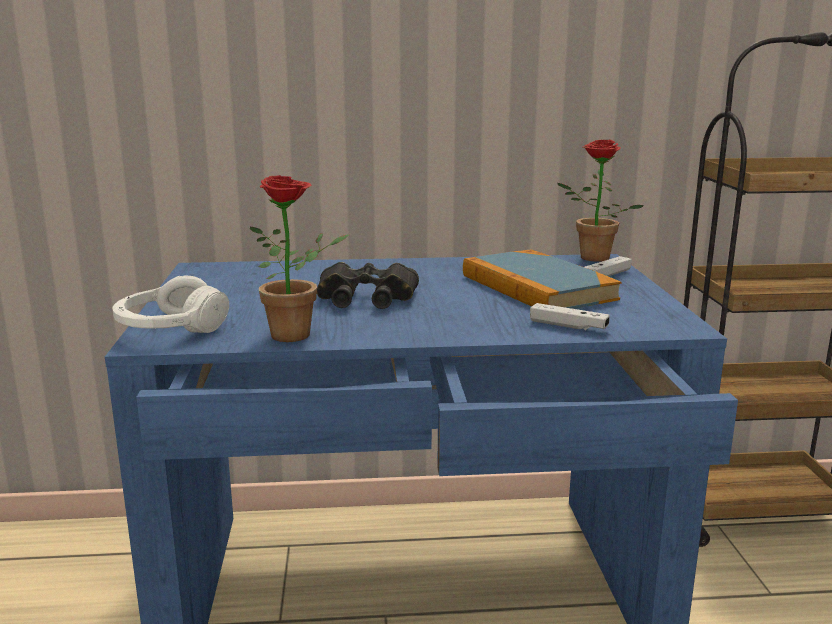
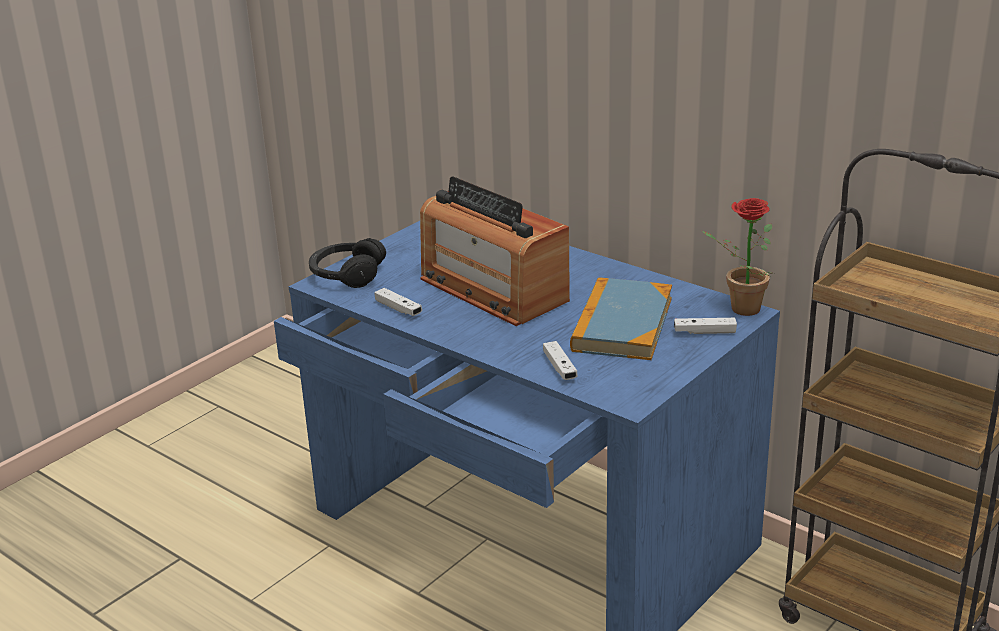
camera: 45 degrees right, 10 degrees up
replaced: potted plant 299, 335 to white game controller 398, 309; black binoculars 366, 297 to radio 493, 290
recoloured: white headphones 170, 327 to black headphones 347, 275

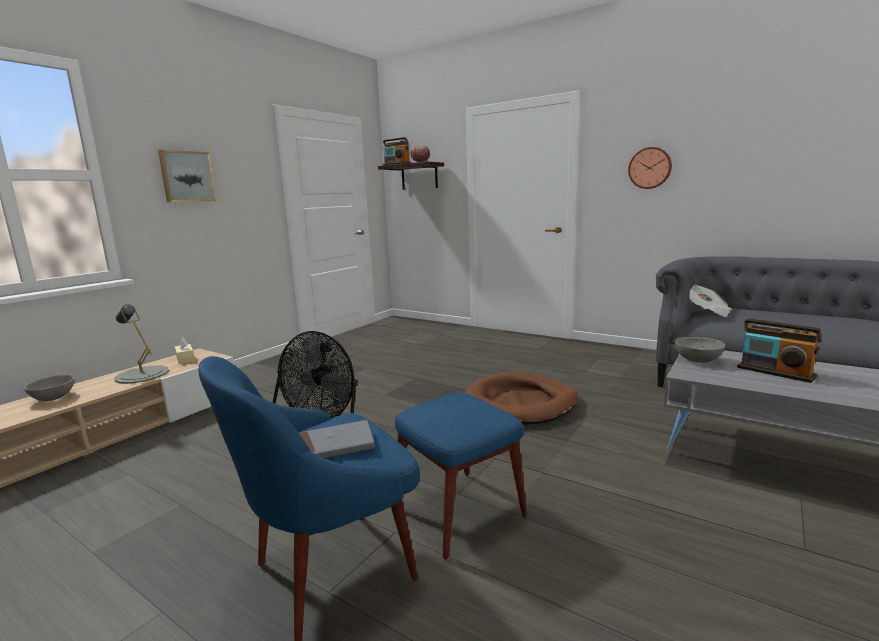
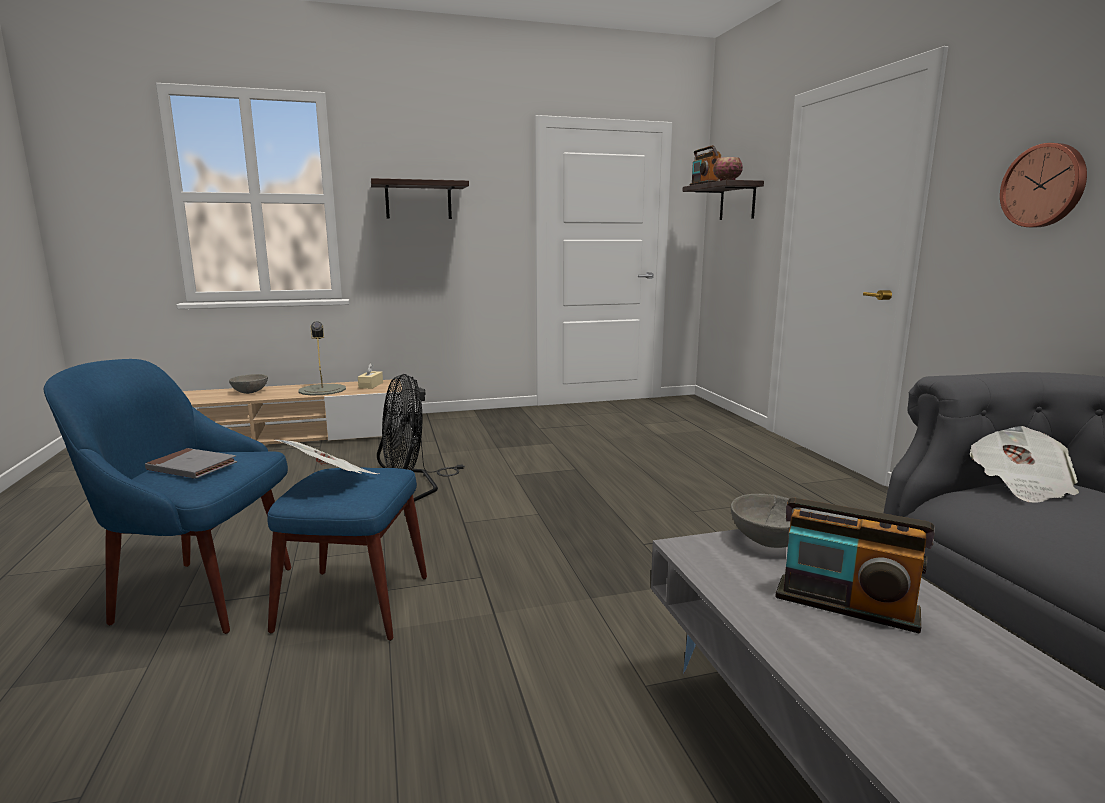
camera: 40 degrees right, 0 degrees up
removed: brown dog bed 521, 403
added: newspaper 330, 481
replaced: picture 186, 176 to shelf 418, 200
turned: radio 775, 372 = 846, 605 60 degrees counterclockwise

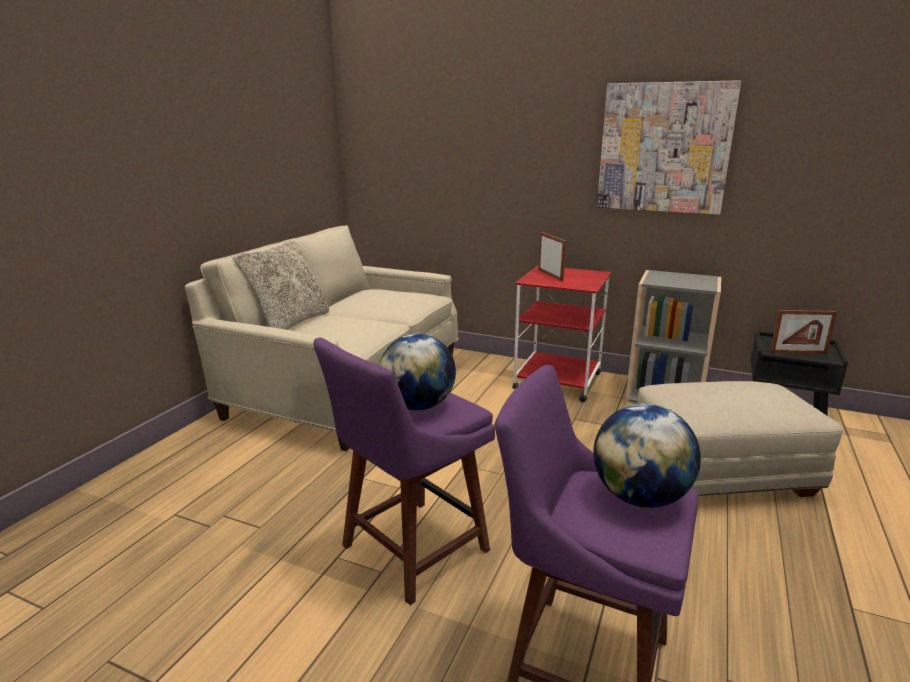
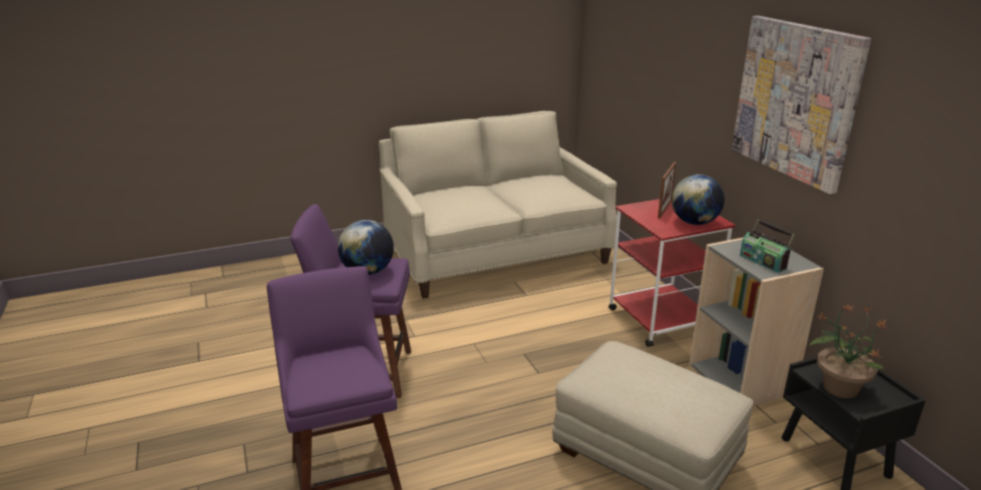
camera: 45 degrees right, 5 degrees up
removed: beige pillow 289, 321
added: radio 763, 261
moved: globe 640, 497 to 694, 222
replaced: picture frame 798, 353 to potted plant 839, 387

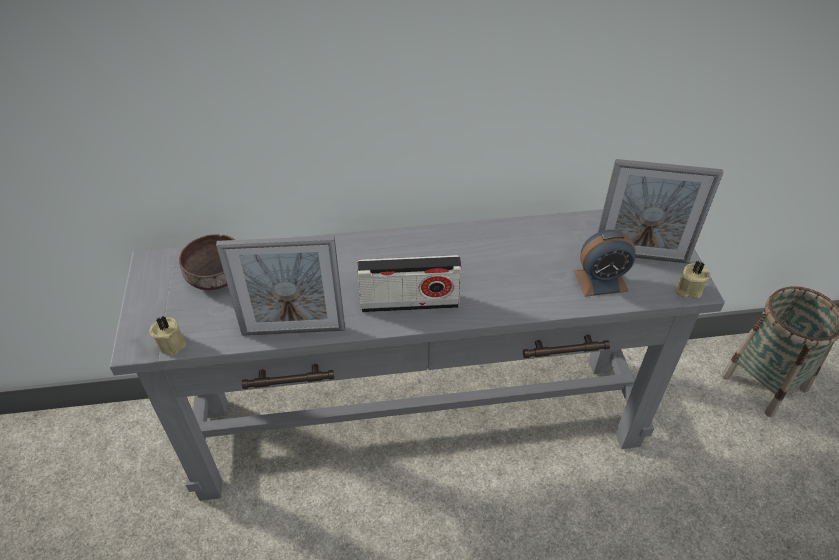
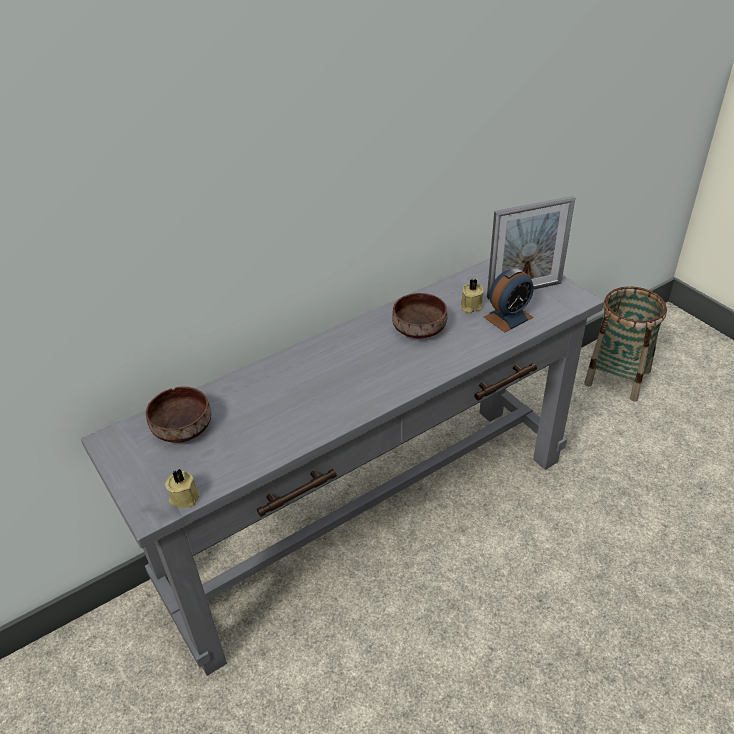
camera: 25 degrees left, 5 degrees down
removed: picture frame 293, 331; radio 409, 303
added: brown bowl 419, 327
moved: beige candle 688, 289 to 470, 306

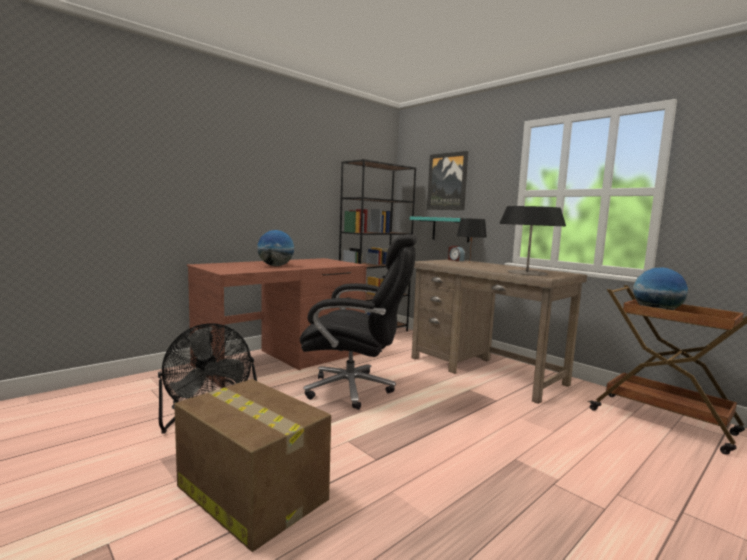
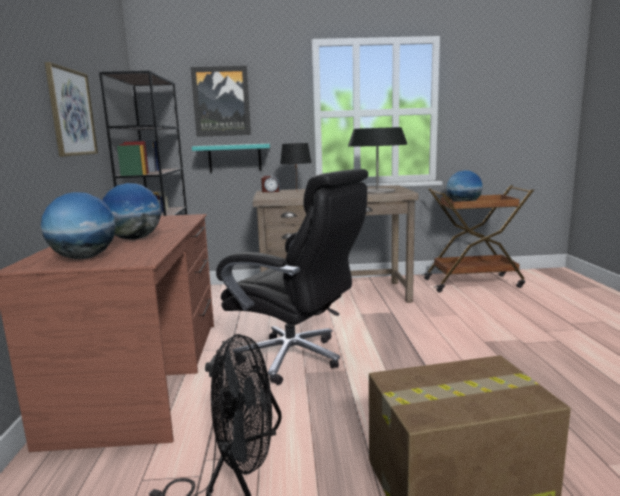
camera: 50 degrees left, 5 degrees up
added: globe 84, 258; picture 71, 112
turned: black office chair 355, 390 = 297, 359 75 degrees clockwise

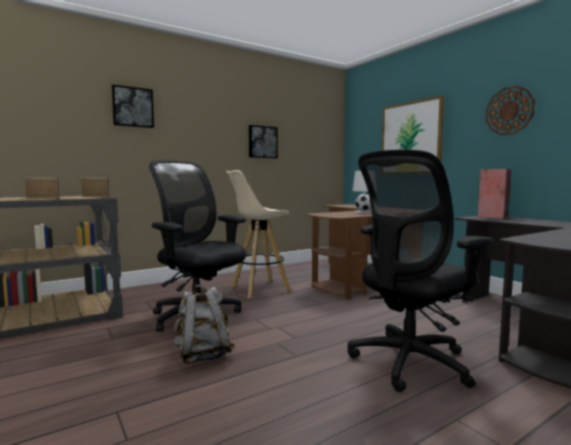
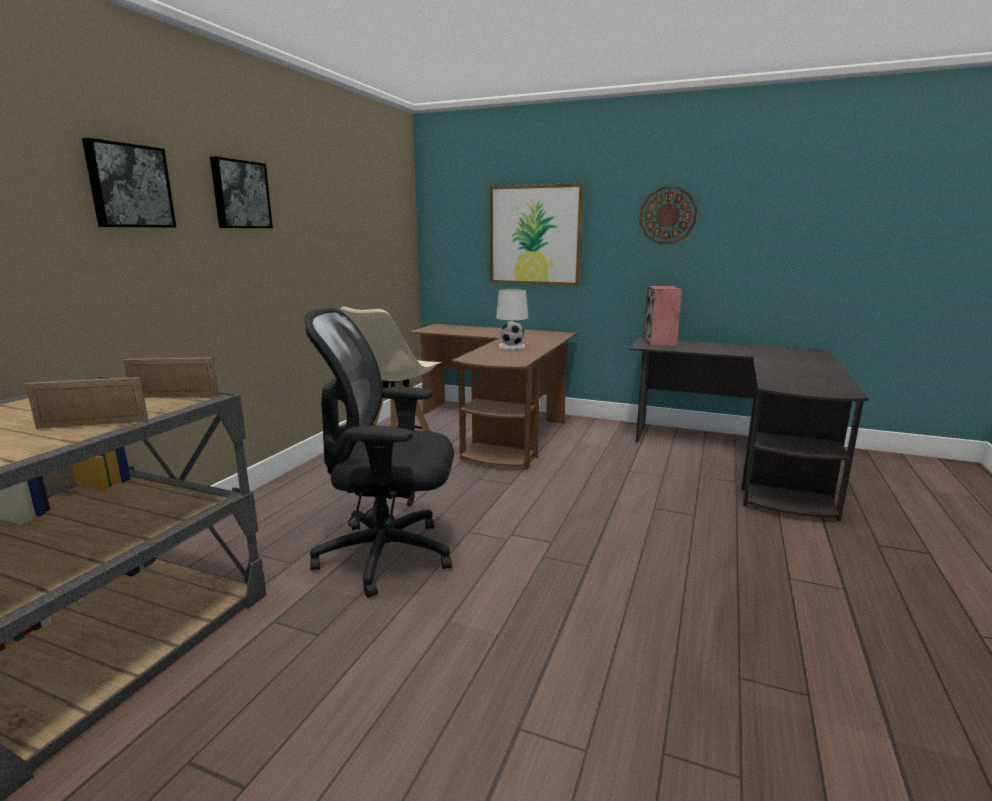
camera: 35 degrees left, 10 degrees up
removed: grey backpack 203, 356; black office chair 412, 359
moved: picture 262, 142 to 240, 194

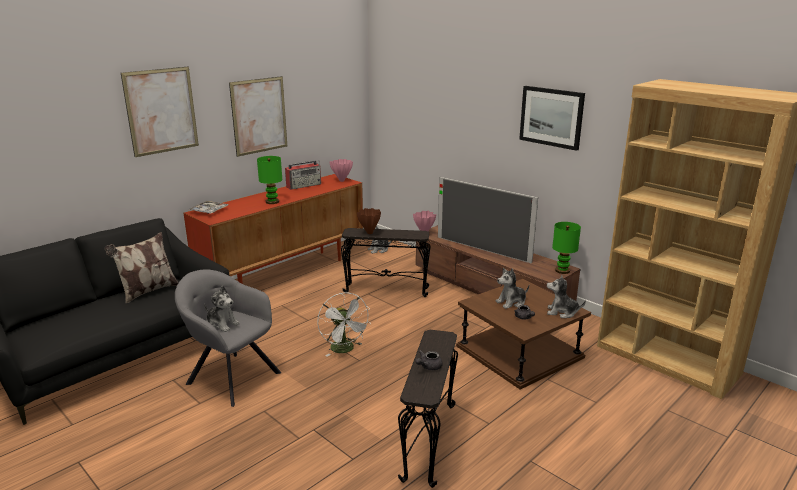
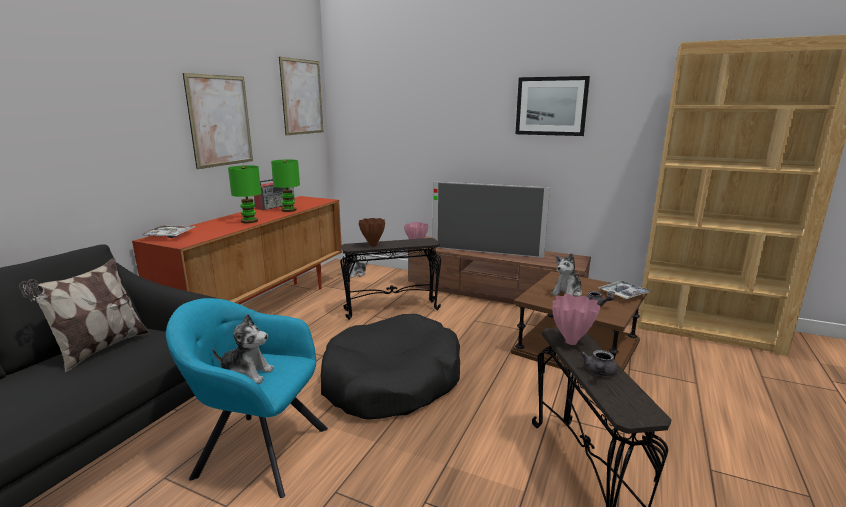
camera: 20 degrees left, 5 degrees down
moved: picture 161, 111 to 302, 97; pink vase 342, 181 to 572, 342; green table lamp 562, 271 to 288, 210
replaced: white fan 345, 350 to black dog bed 392, 381; plush toy 562, 312 to tray 623, 294
recoloured: grey armchair 231, 377 to turquoise armchair 257, 451

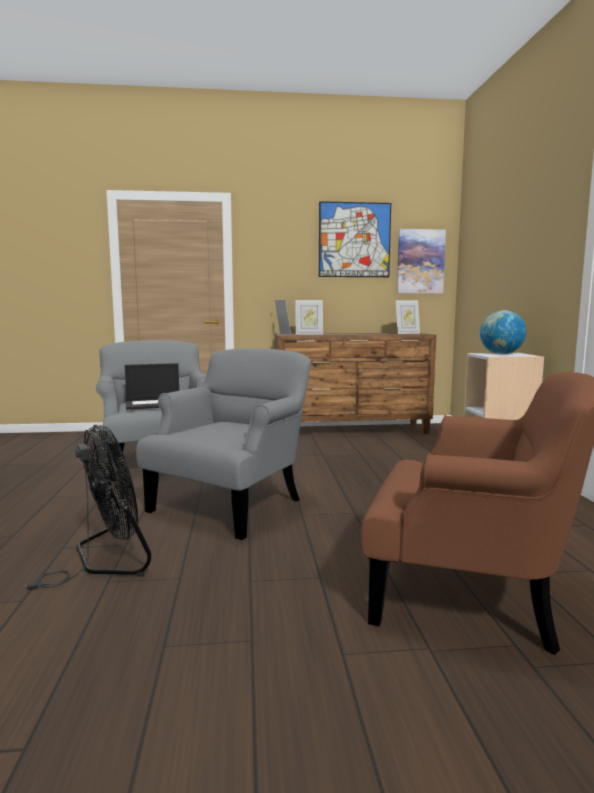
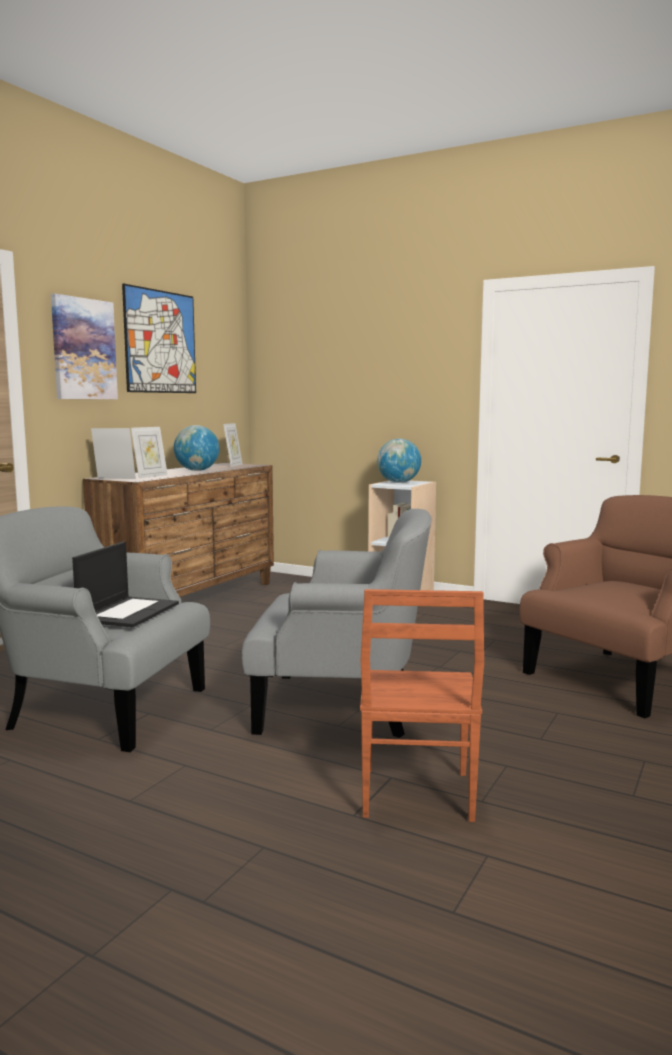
camera: 55 degrees left, 0 degrees up
added: globe 197, 470
moved: picture 420, 261 to 83, 349
replaced: black fan 102, 558 to brown chair 414, 795
turned: grey armchair 231, 504 = 342, 705 120 degrees clockwise

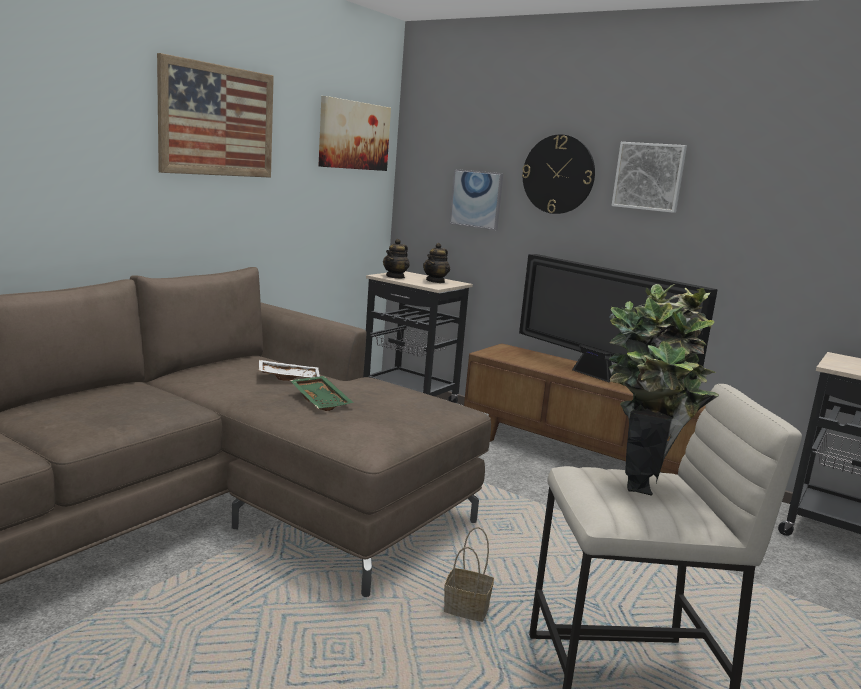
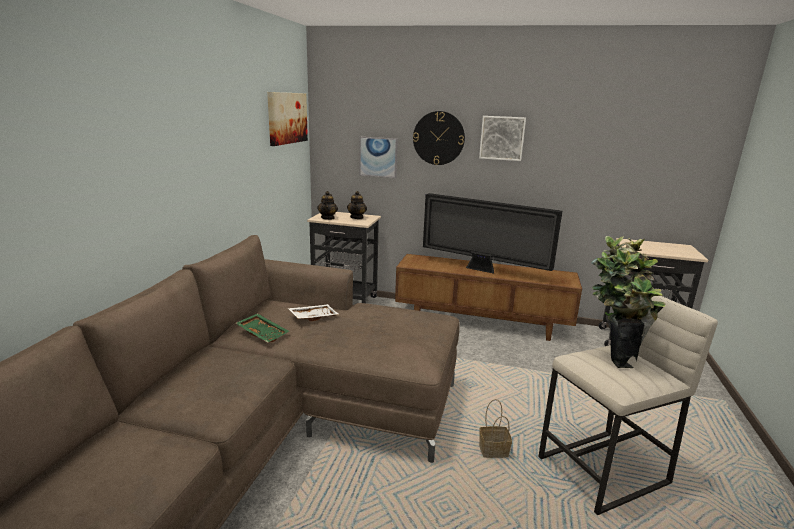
camera: 20 degrees left, 5 degrees up
removed: picture 217, 121
moved: green tray 322, 400 to 263, 333

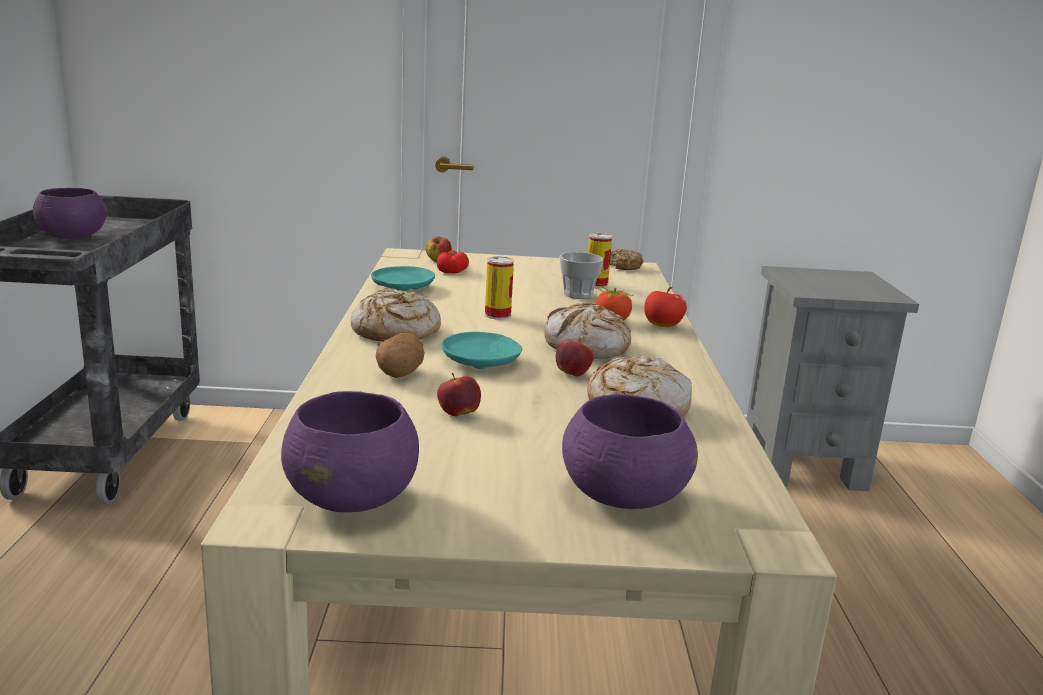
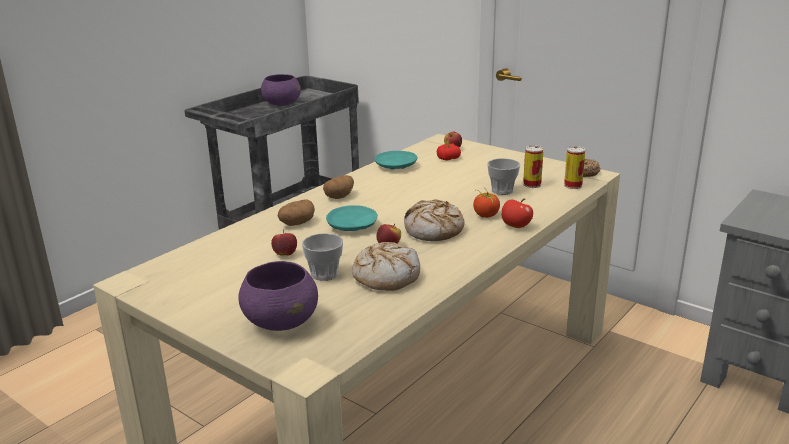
camera: 40 degrees right, 5 degrees up
removed: purple bowl 353, 499
added: cup 324, 274
moved: can 497, 315 to 573, 185
replaced: bread 395, 332 to potato 339, 196

